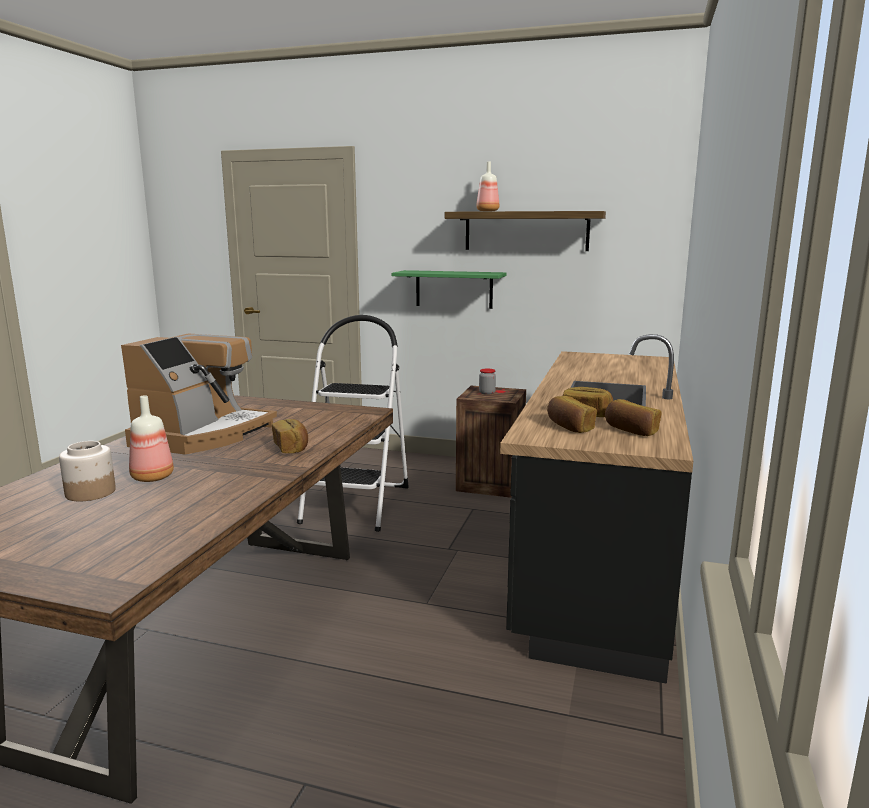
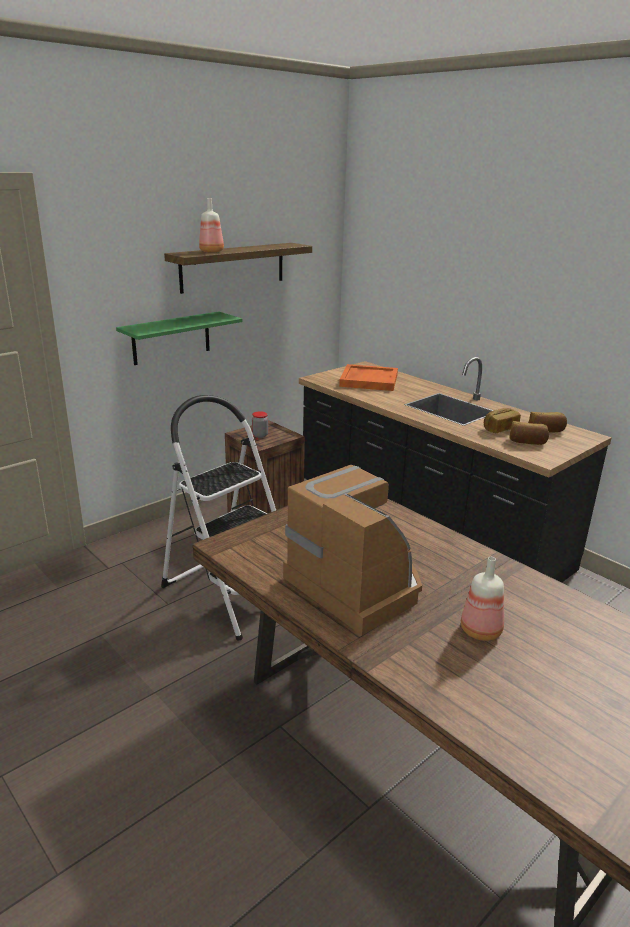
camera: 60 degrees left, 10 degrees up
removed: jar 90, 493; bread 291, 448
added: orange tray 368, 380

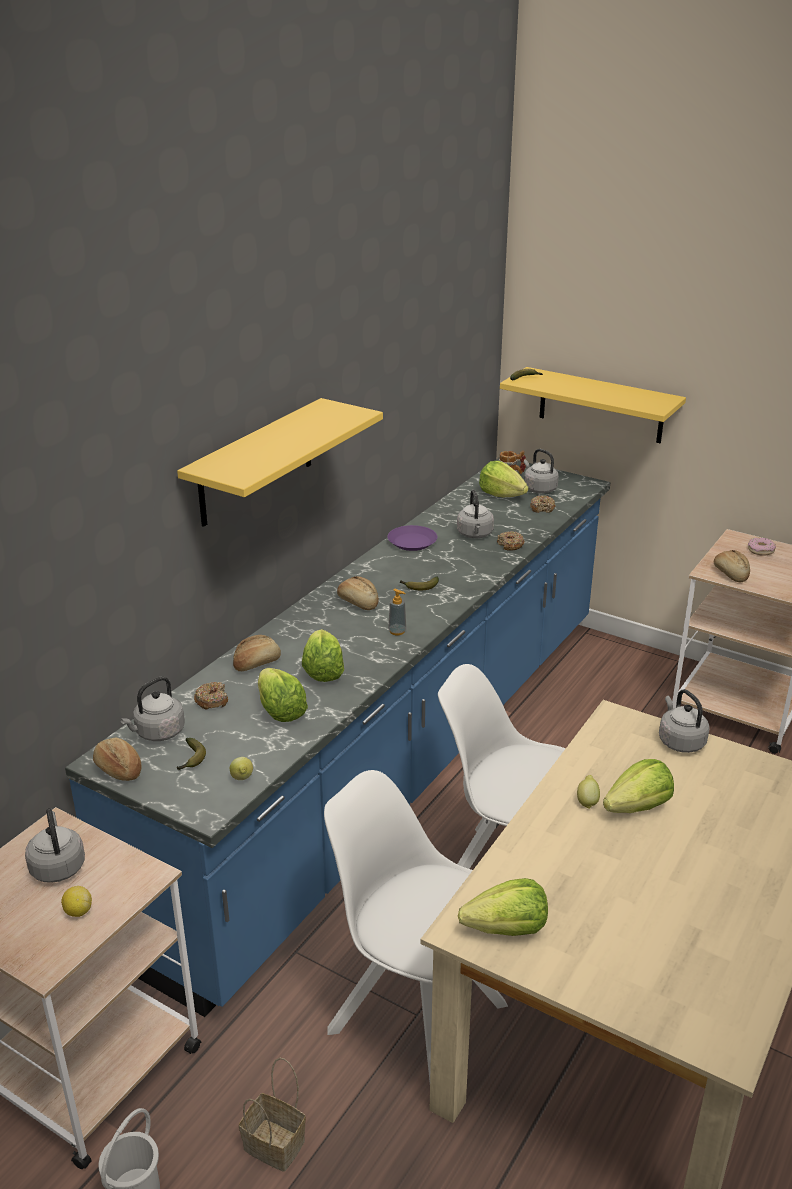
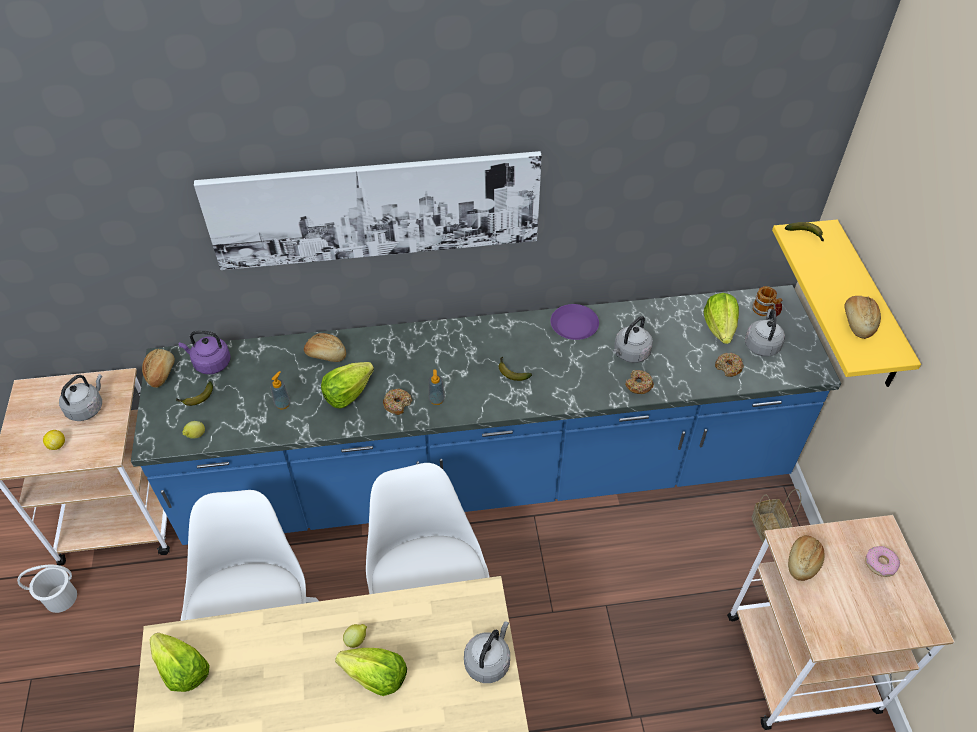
camera: 50 degrees right, 20 degrees up
moved: donut 212, 700 to 397, 404; basket 276, 1144 to 769, 528; bread 358, 602 to 858, 322
replaced: yellow shelf 256, 462 to picture 375, 209; lettuce 280, 711 to soap dispenser 282, 404
recoloured: grey kettle 157, 733 to purple kettle 210, 363

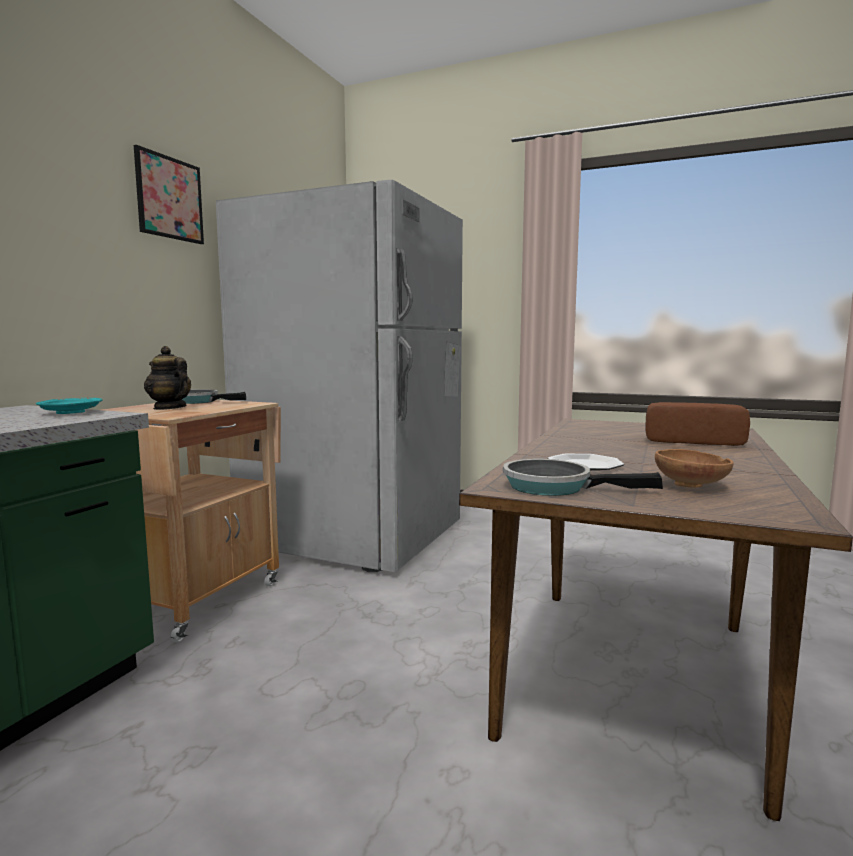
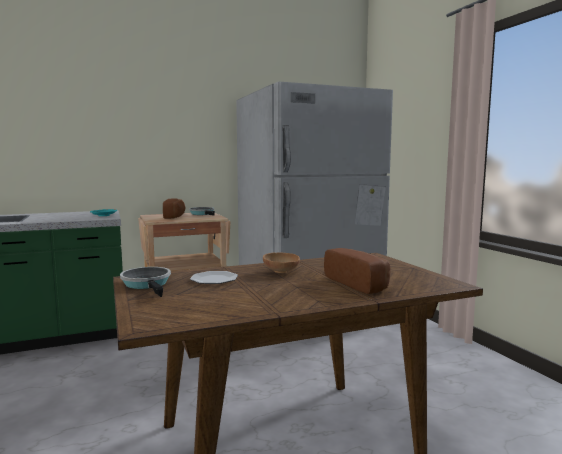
camera: 45 degrees right, 0 degrees up
removed: picture 169, 198
moved: brown bowl 692, 486 to 281, 272
replaced: teapot 169, 408 to bread 175, 216

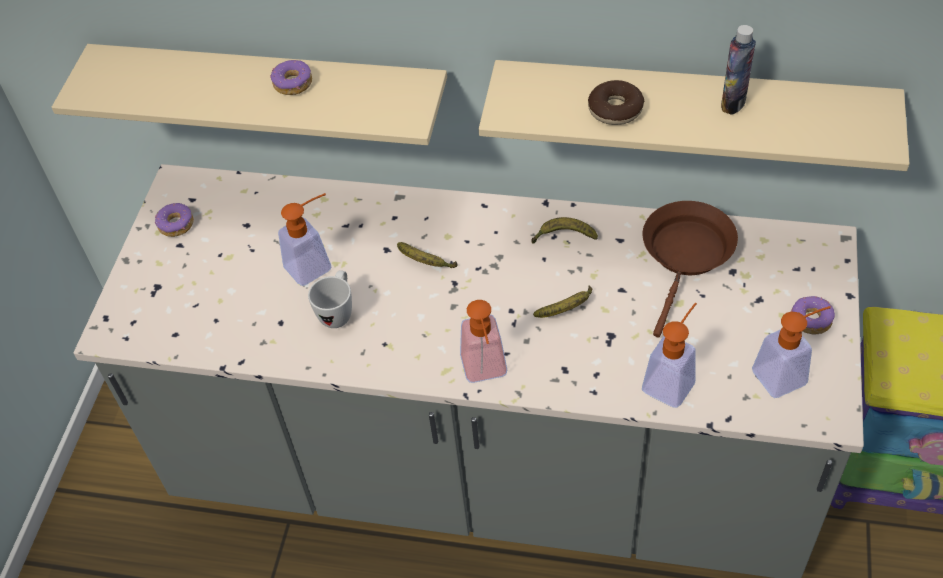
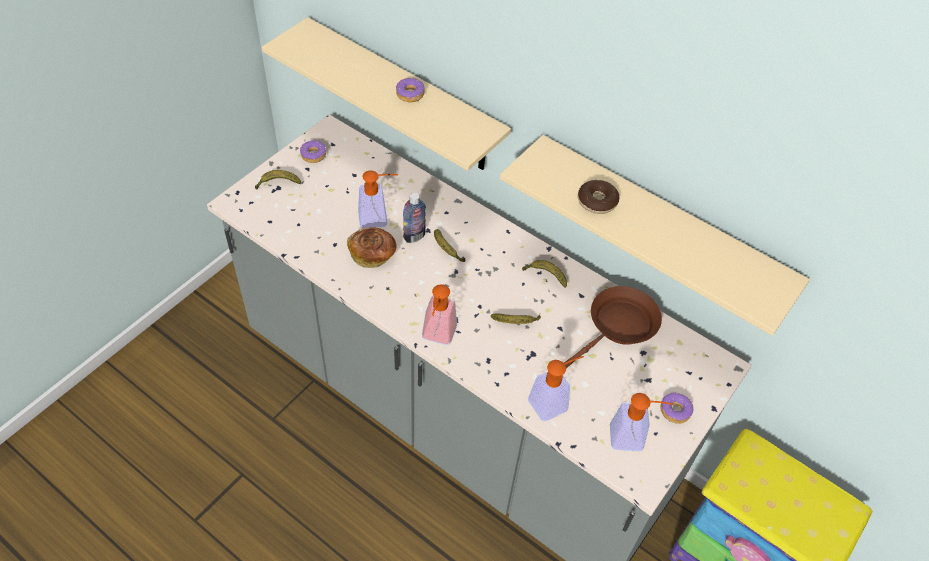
camera: 20 degrees right, 0 degrees up
added: banana 278, 184
moved: bottle 733, 103 to 414, 236
replaced: white mug 338, 312 to bread 373, 255

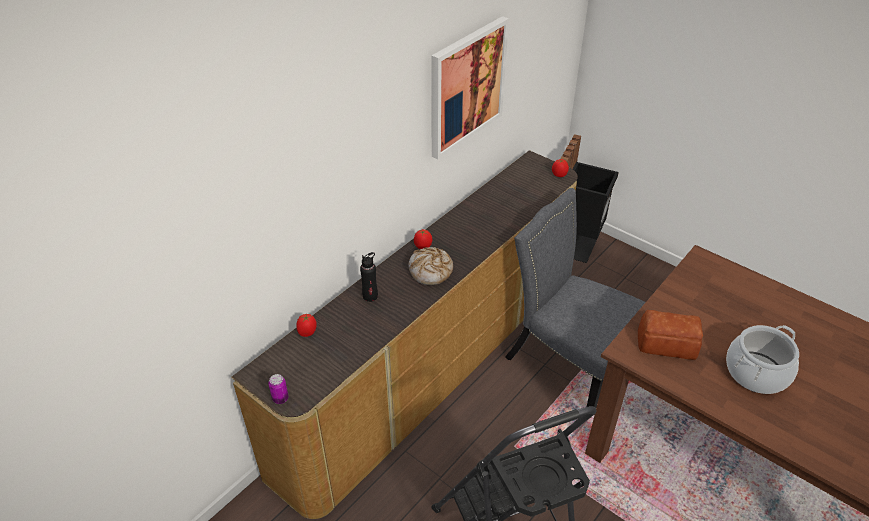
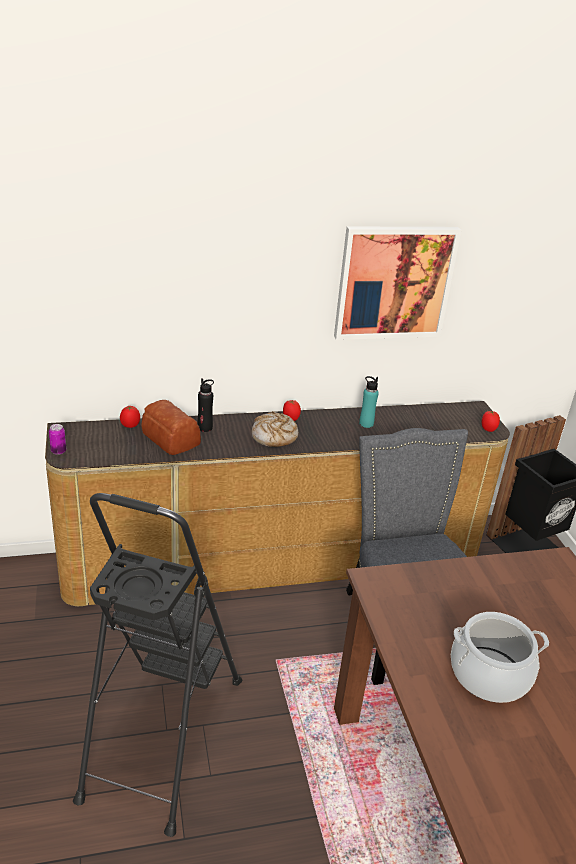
camera: 35 degrees right, 10 degrees down
added: turquoise bottle 366, 424
moved: bread 668, 344 to 170, 439

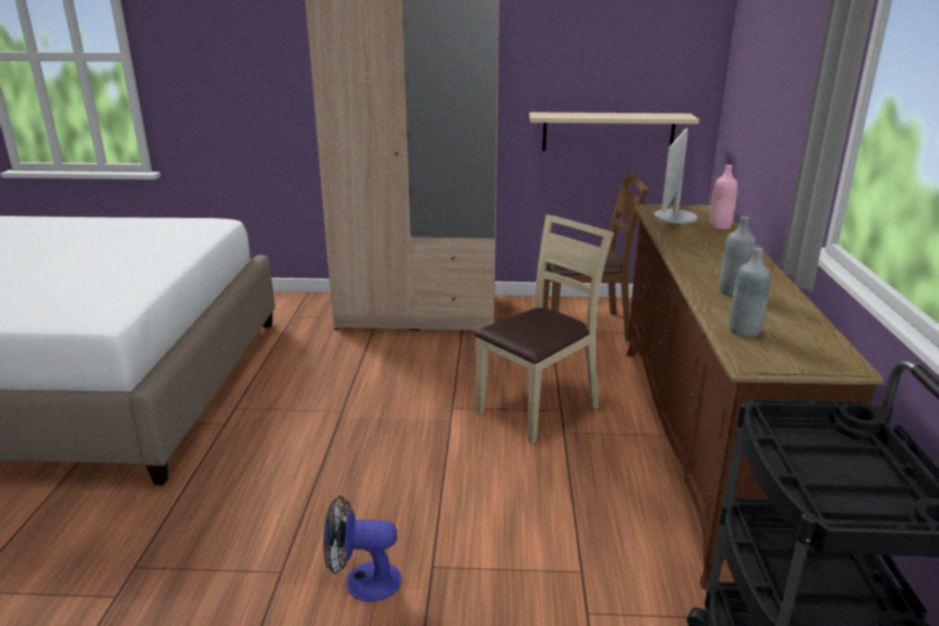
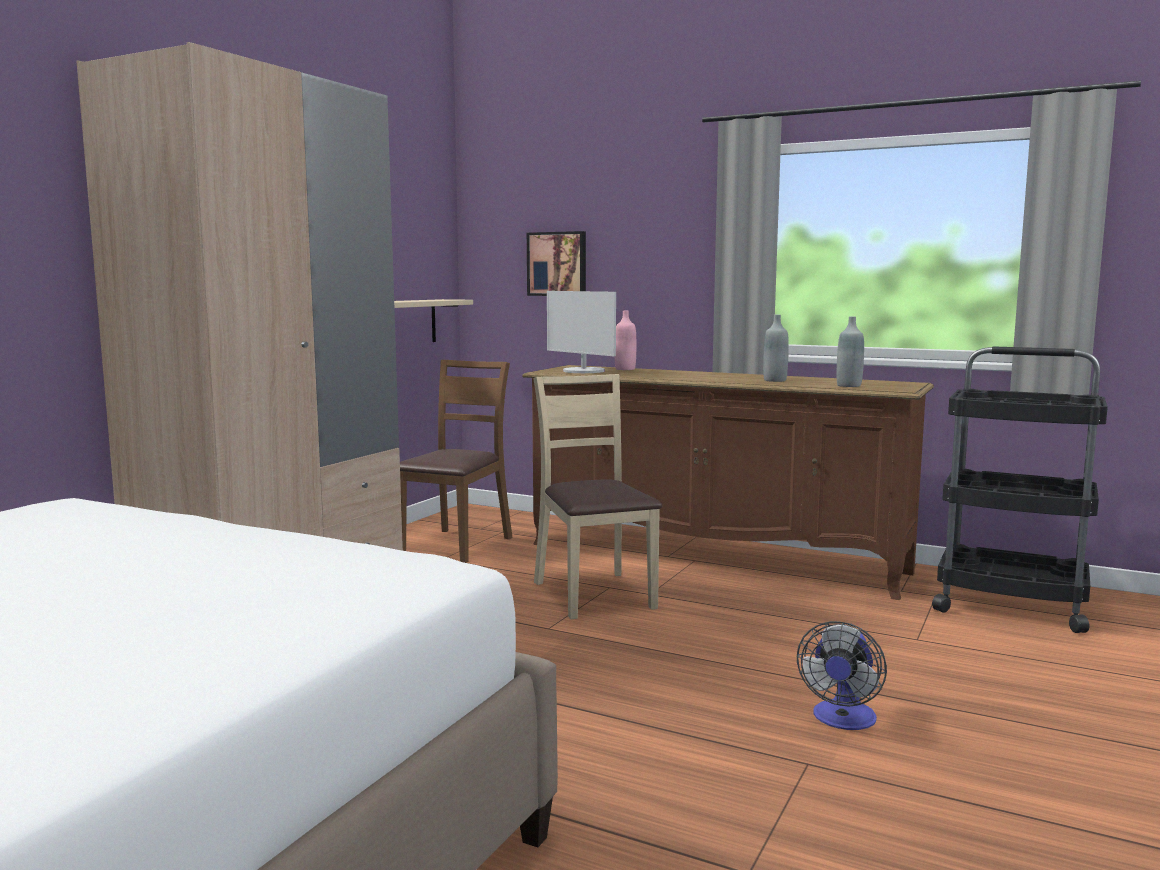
camera: 65 degrees left, 15 degrees down
added: picture 557, 264

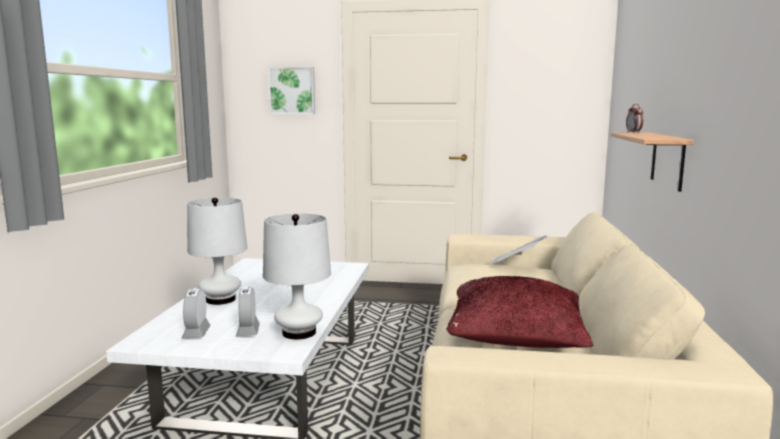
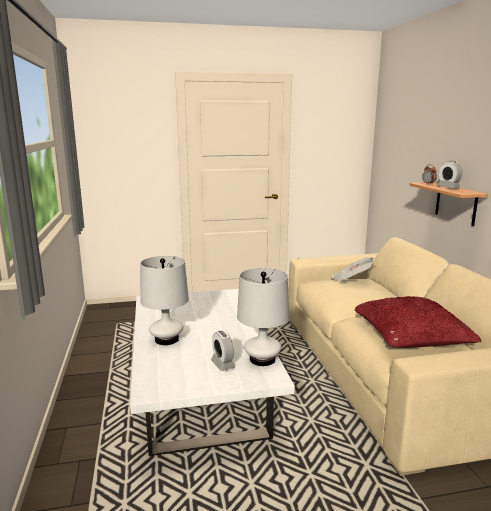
camera: 20 degrees left, 5 degrees up
removed: picture 292, 90
moved: alarm clock 196, 332 to 448, 187

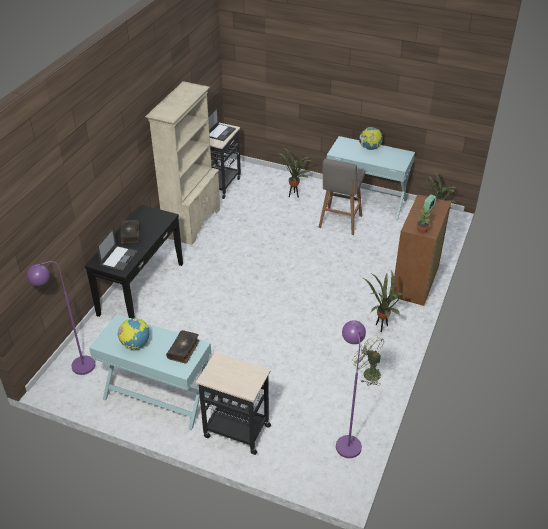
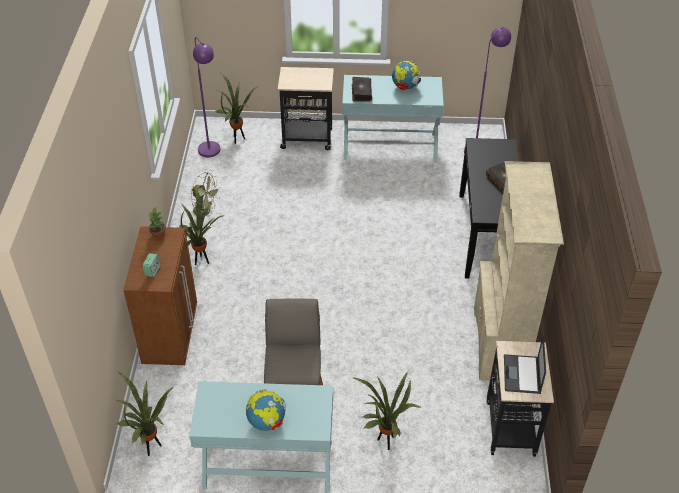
camera: 160 degrees right, 5 degrees up
removed: laptop 119, 258
added: potted plant 238, 139

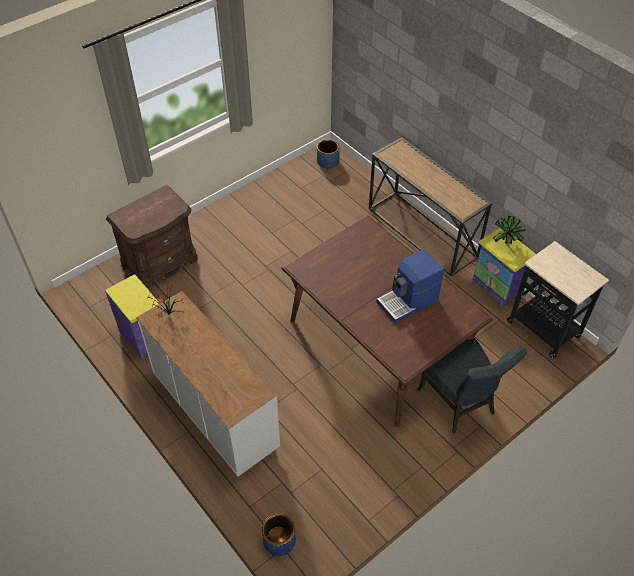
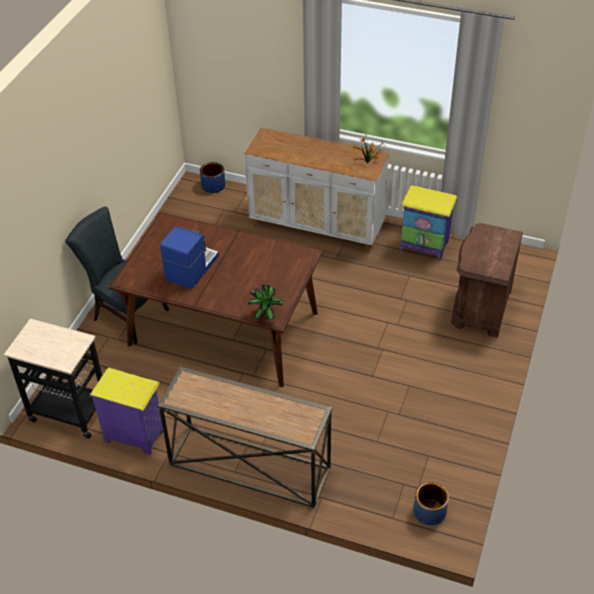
camera: 150 degrees right, 5 degrees down
moved: potted plant 506, 244 to 265, 316

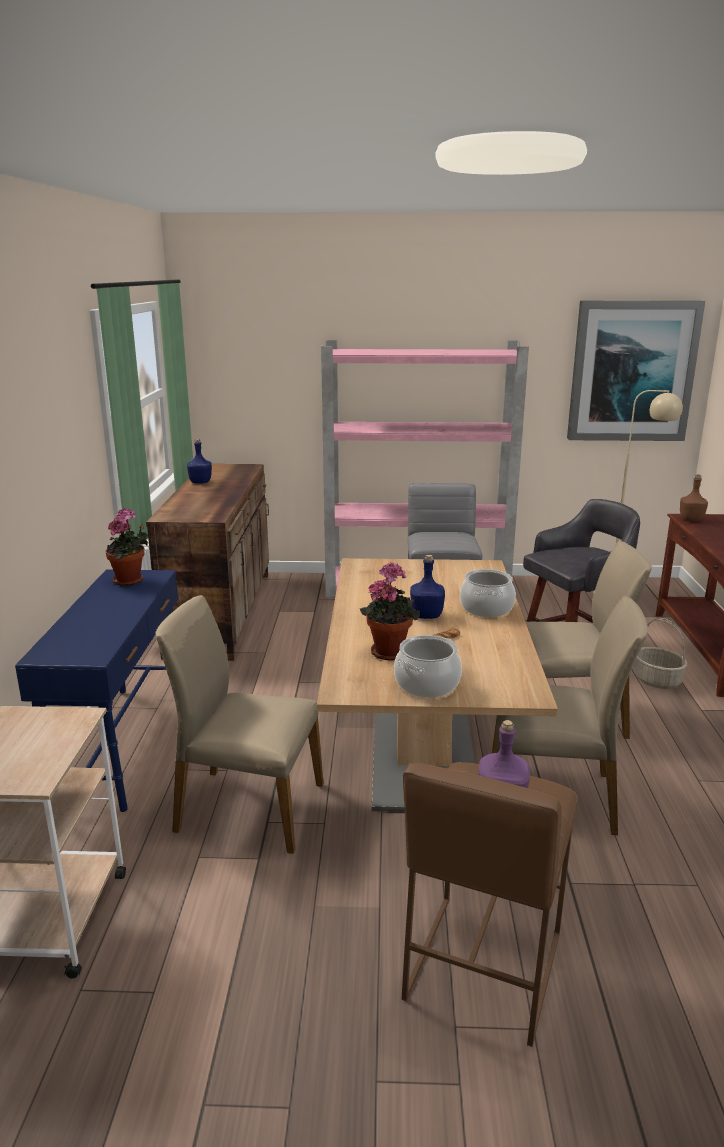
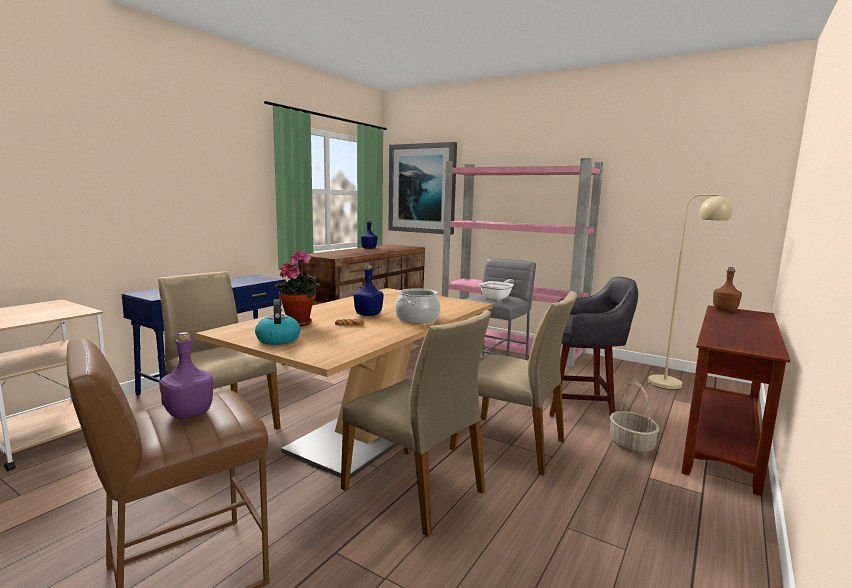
camera: 30 degrees right, 10 degrees down
removed: potted plant 131, 581
added: frying pan 498, 297
moved: picture 632, 371 to 422, 188
replaced: cooking pot 427, 684 to kettle 278, 339

